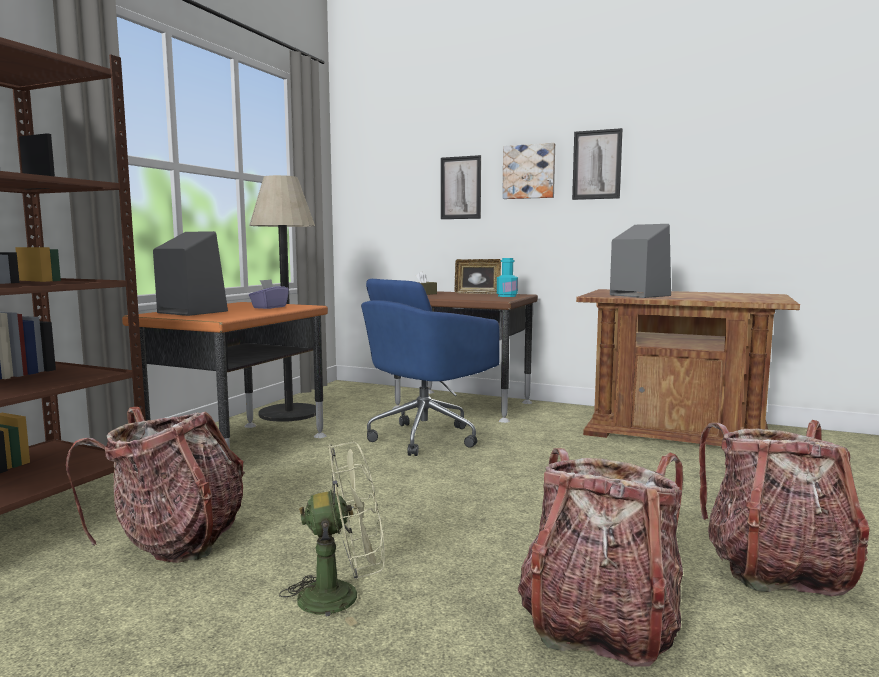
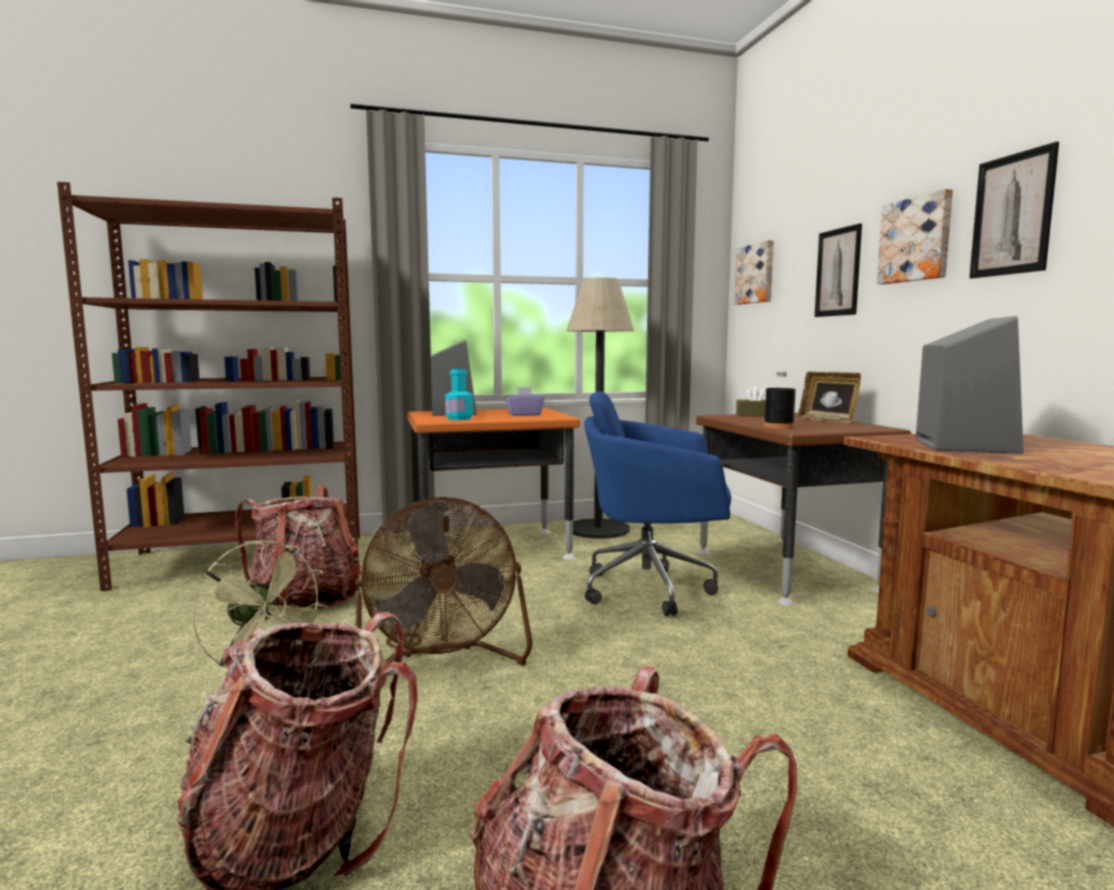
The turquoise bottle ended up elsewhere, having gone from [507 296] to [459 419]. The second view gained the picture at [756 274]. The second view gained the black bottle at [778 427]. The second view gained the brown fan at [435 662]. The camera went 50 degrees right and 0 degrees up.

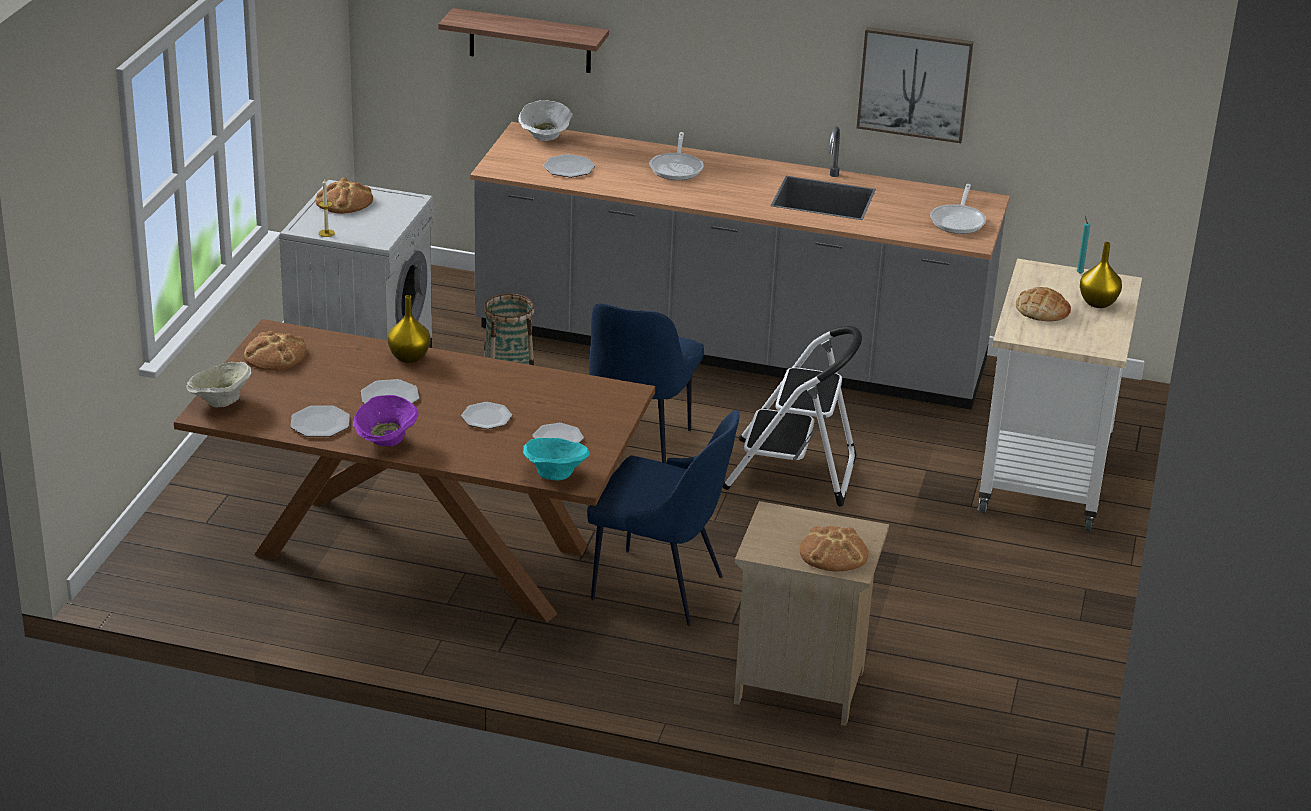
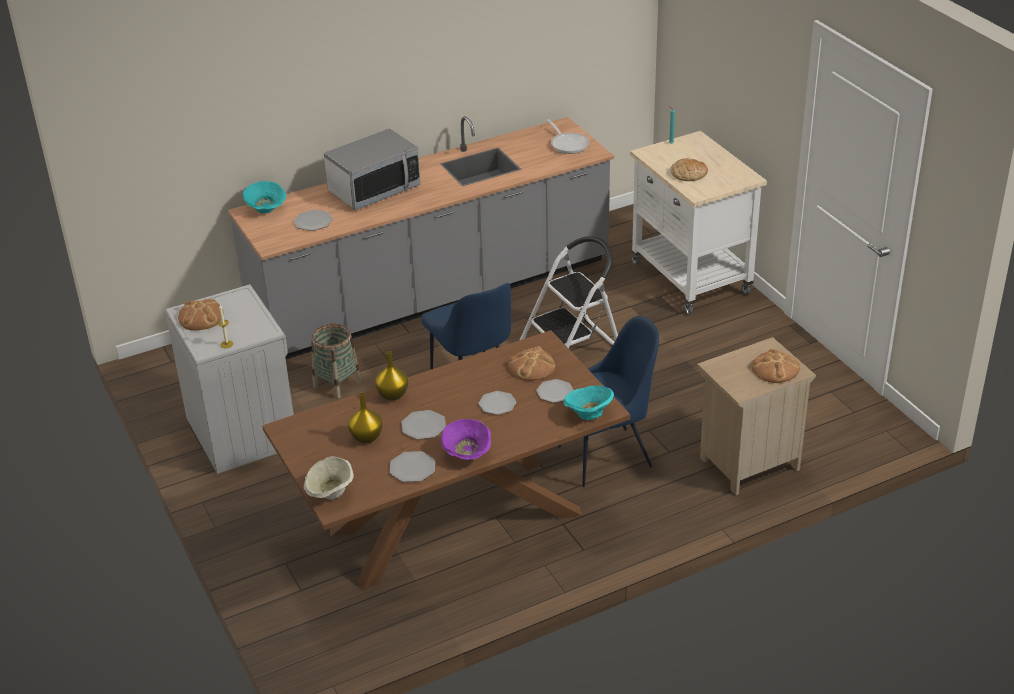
The second view lost the shelf at [530 41]. The second view lost the picture at [914 84]. What was the white bowl at [545 137] turned into the turquoise bowl at [266 209]. Where the frying pan stood at [677 168], the microwave came to stand at [374 189]. The yellow vase ended up elsewhere, having gone from [1098 303] to [367 437]. The bread ended up elsewhere, having gone from [275 355] to [532 367]. The camera went 40 degrees left and 5 degrees up.

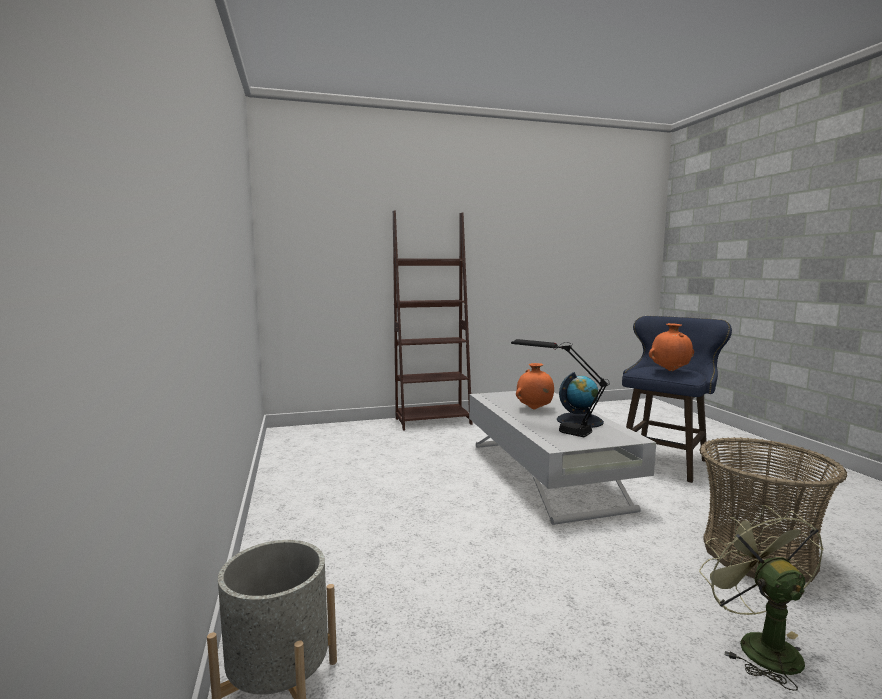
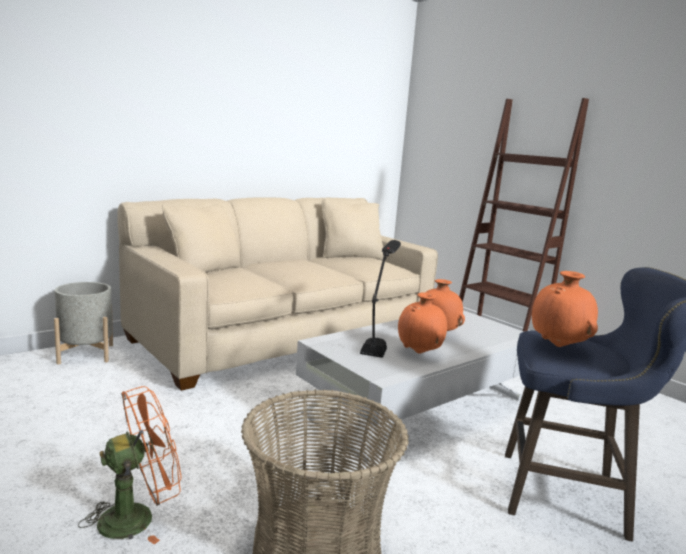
Where the globe stood at [579 420], the orange vase came to stand at [419 352]. What was the green fan at [758 645] turned into the orange fan at [137 516]. The second view gained the beige sofa at [286 336]. The camera went 65 degrees right and 5 degrees up.

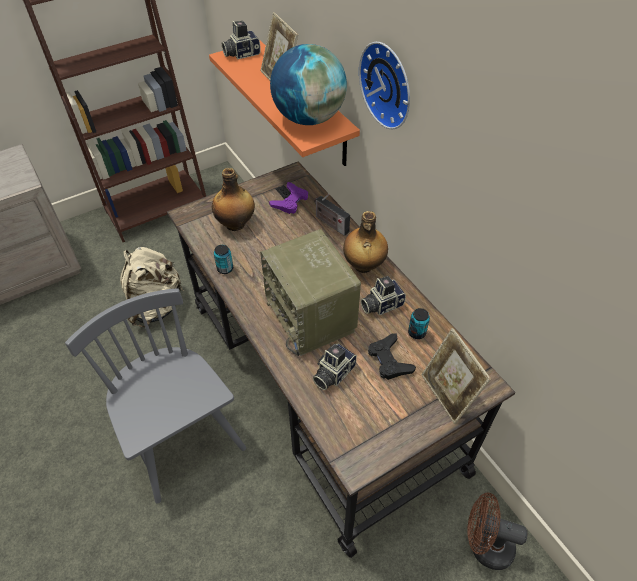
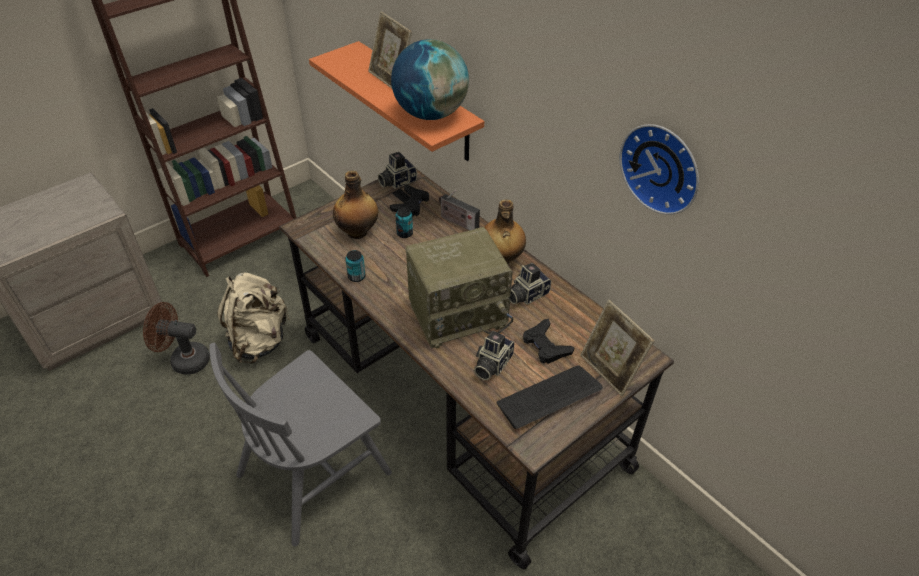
The photo camera ended up elsewhere, having gone from [241 53] to [396 181]. The wall clock ended up elsewhere, having gone from [389 84] to [662 167]. What was the purple game controller at [290 201] turned into the black game controller at [411 204]. The radio at [312 317] ended up facing another way, 75 degrees counterclockwise from before. The grey chair at [180 435] ended up facing another way, 90 degrees counterclockwise from before. The can ended up elsewhere, having gone from [417 332] to [404 233]. The brown fan ended up elsewhere, having gone from [484 545] to [184 360]. The second view gained the keyboard at [548 397]. The camera went 10 degrees left and 5 degrees down.

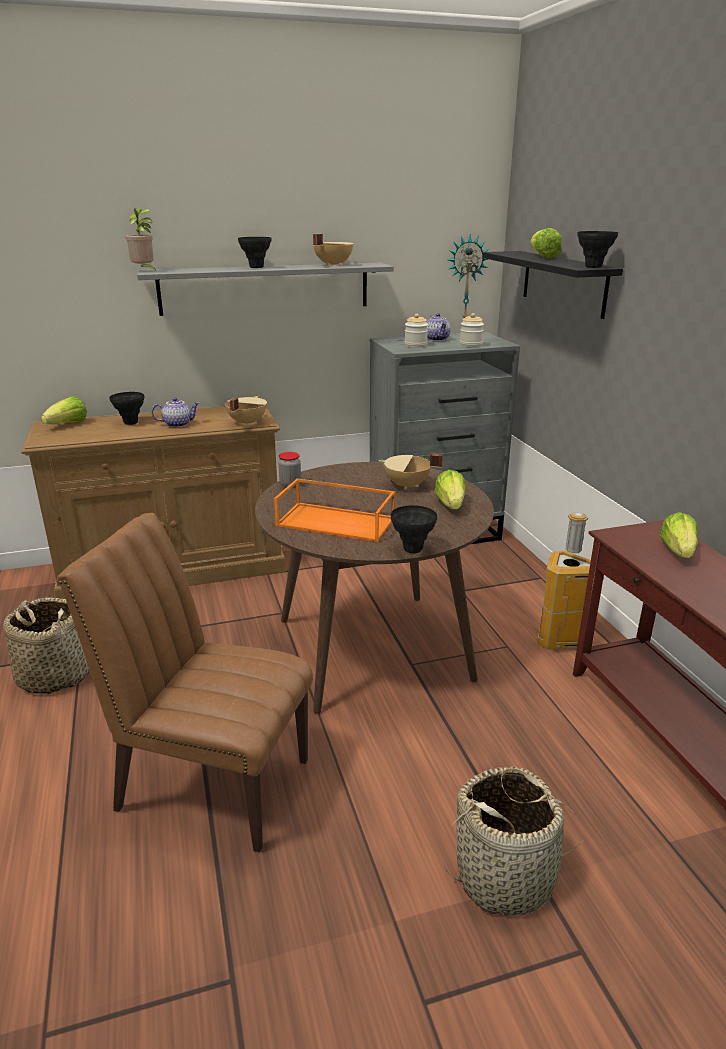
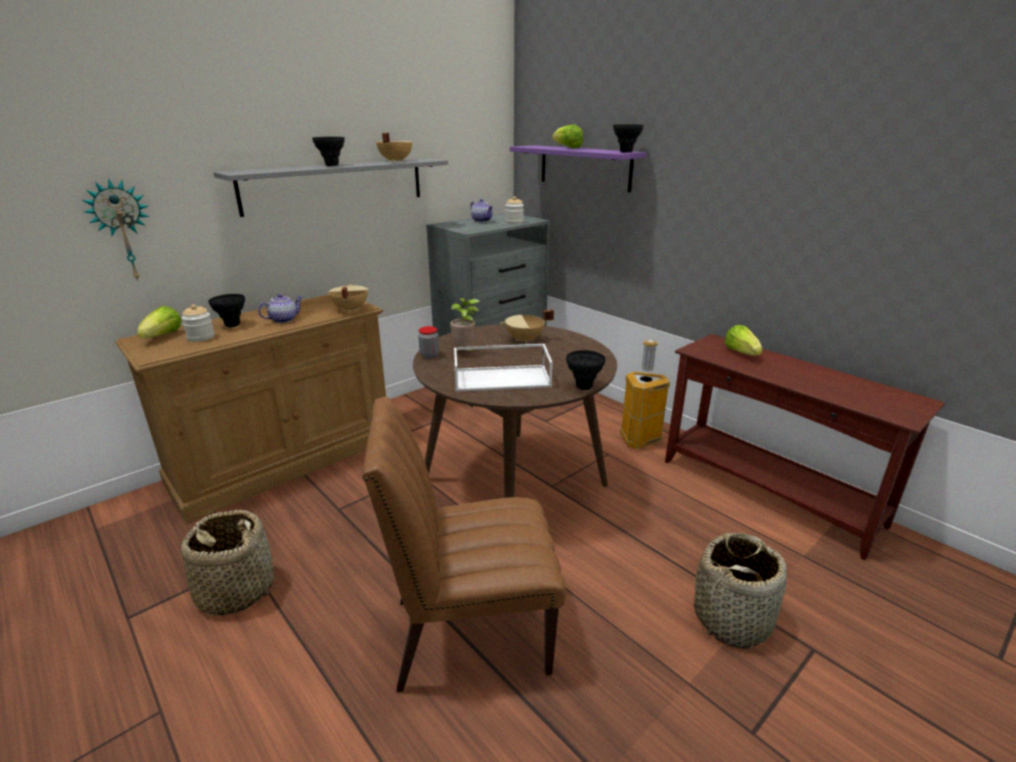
The potted plant ended up elsewhere, having gone from [144 271] to [465 353]. The wall clock ended up elsewhere, having gone from [465 278] to [122 231]. What was the black shelf at [563 283] turned into the purple shelf at [584 167]. The jar ended up elsewhere, having gone from [415 345] to [201 337]. The second view lost the lettuce at [450 505]. What was the orange tray at [337 522] turned into the white tray at [502 378]. The camera went 25 degrees left and 0 degrees up.

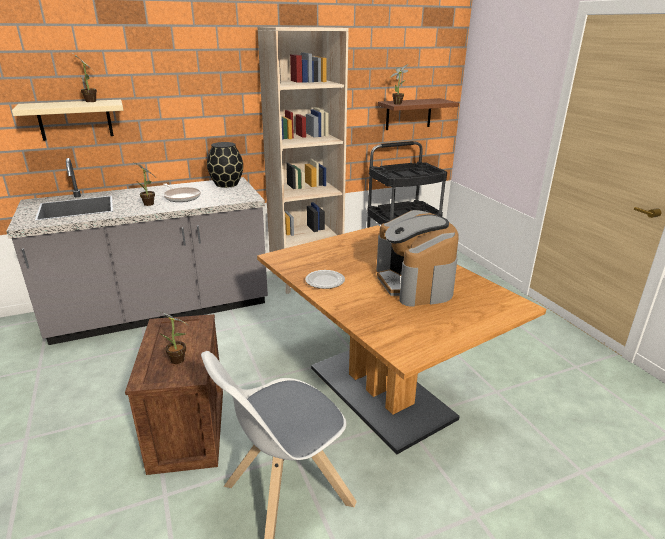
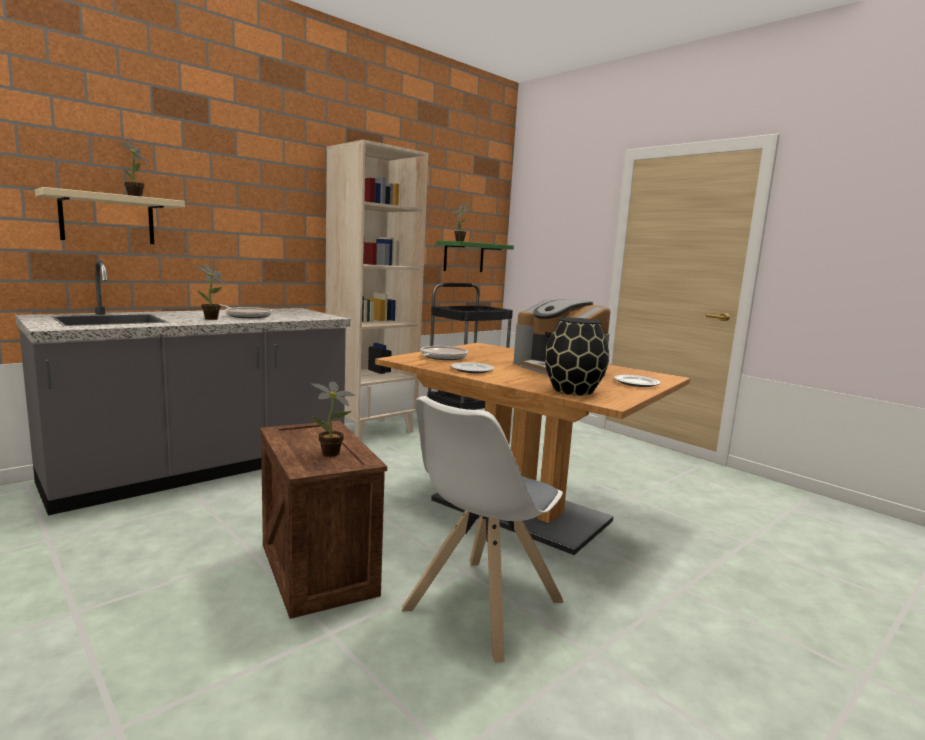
What was the brown shelf at [408 114] turned into the green shelf at [463 257]. The black vase ended up elsewhere, having gone from [227 184] to [573 390]. The second view gained the frying pan at [442 357]. The second view gained the plate at [636 383]. The camera went 20 degrees left and 15 degrees down.

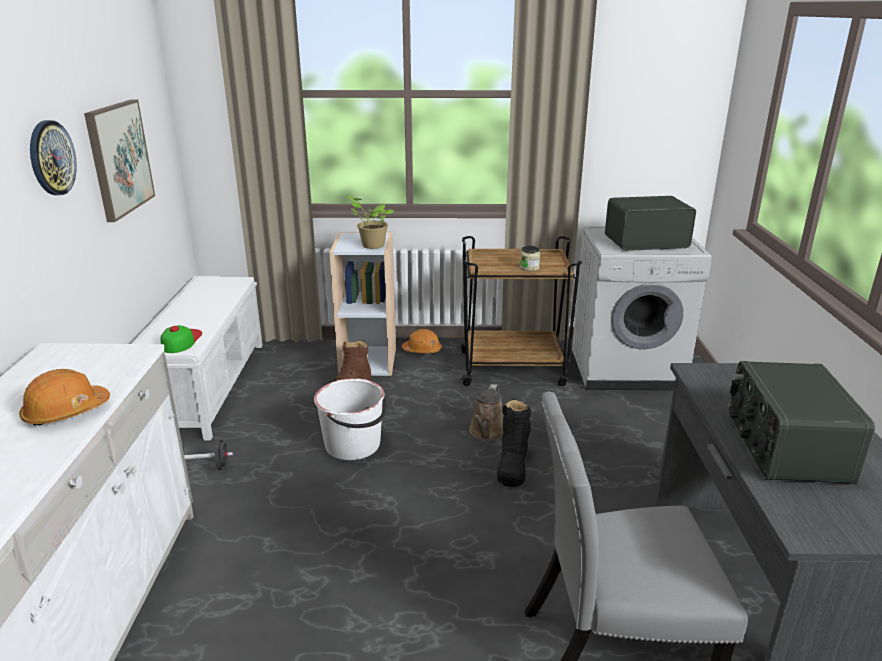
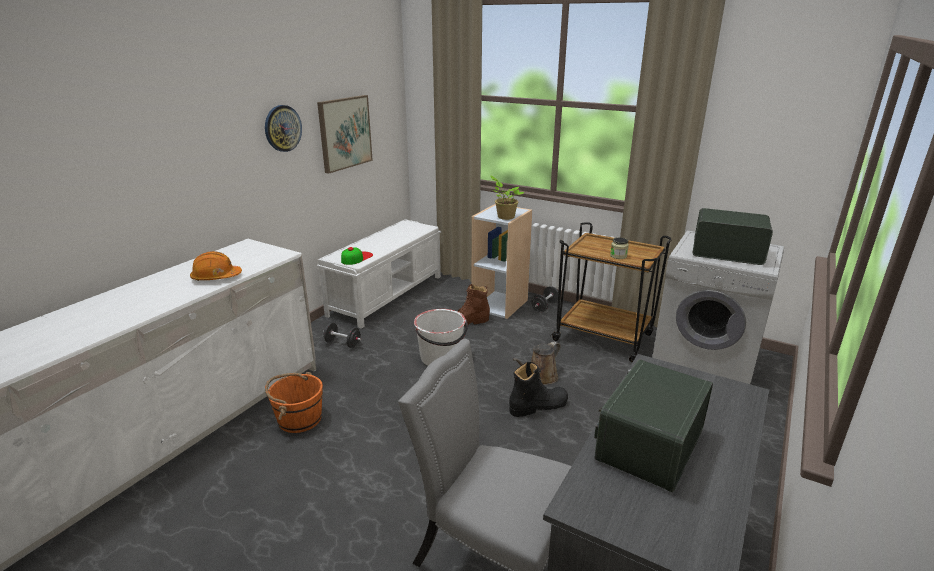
Where the orange hard hat stood at [422 350], the black dumbbell came to stand at [545 307]. The black boot at [512 464] ended up facing another way, 150 degrees counterclockwise from before. The second view gained the orange bucket at [299 419]. The camera went 30 degrees right and 0 degrees up.

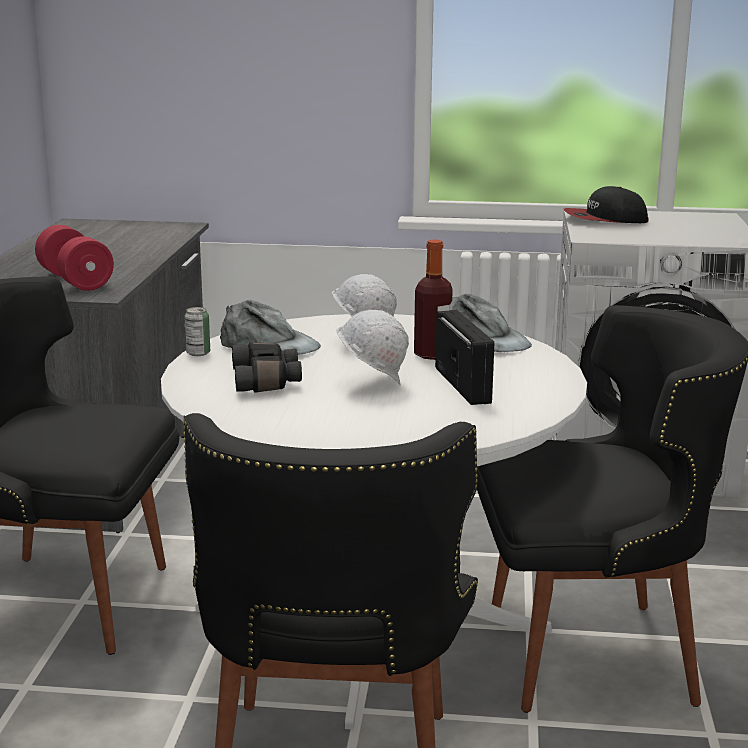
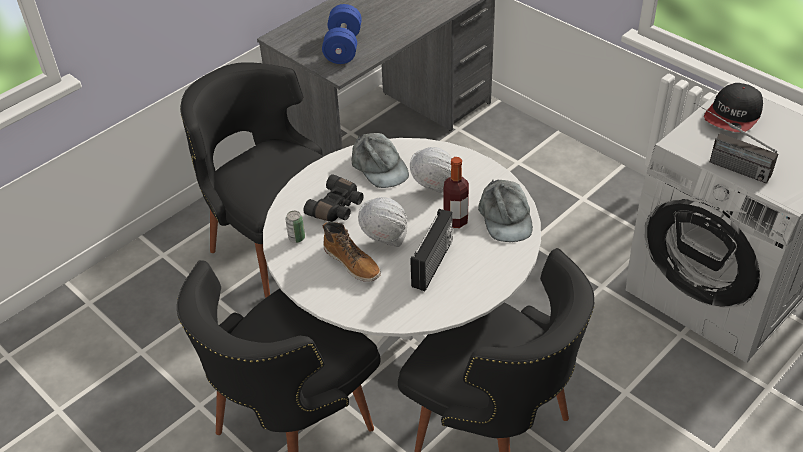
The cap at [605 220] ended up facing another way, 90 degrees counterclockwise from before. What was the red dumbbell at [75 281] turned into the blue dumbbell at [343 47]. The can ended up elsewhere, having gone from [198 353] to [296 238]. The second view gained the radio at [724 164]. The second view gained the boot at [352 262]. The camera went 40 degrees right and 25 degrees up.

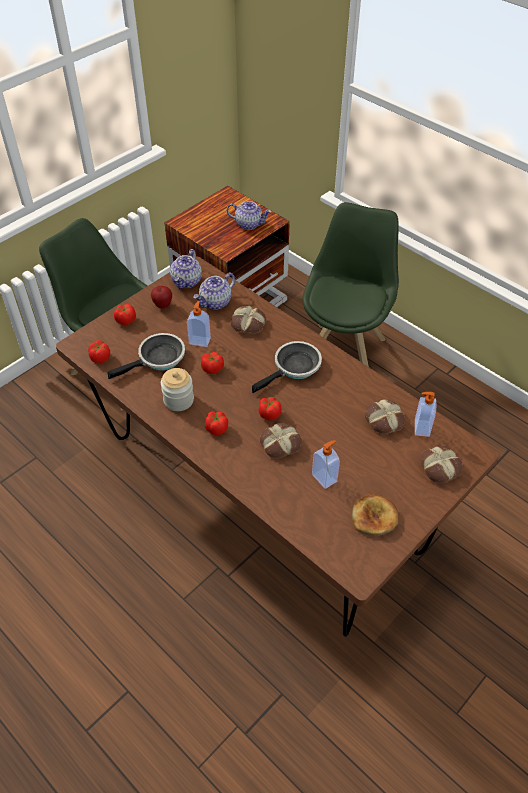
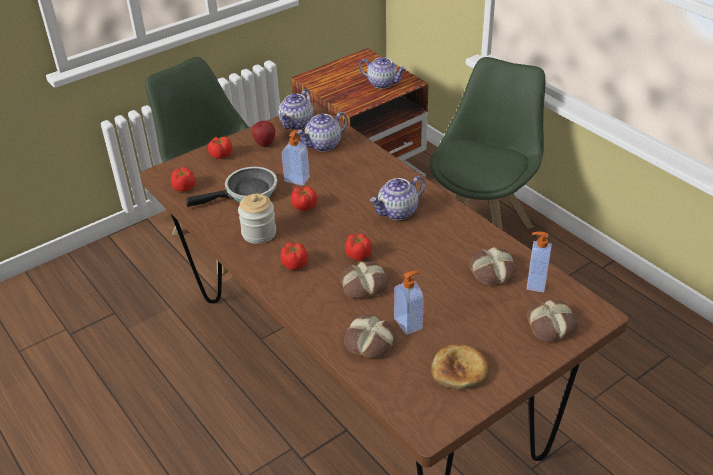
The bread ended up elsewhere, having gone from [247 324] to [369 342]. Where the frying pan stood at [294 368], the teapot came to stand at [397 212]. The camera went 10 degrees right and 10 degrees down.

